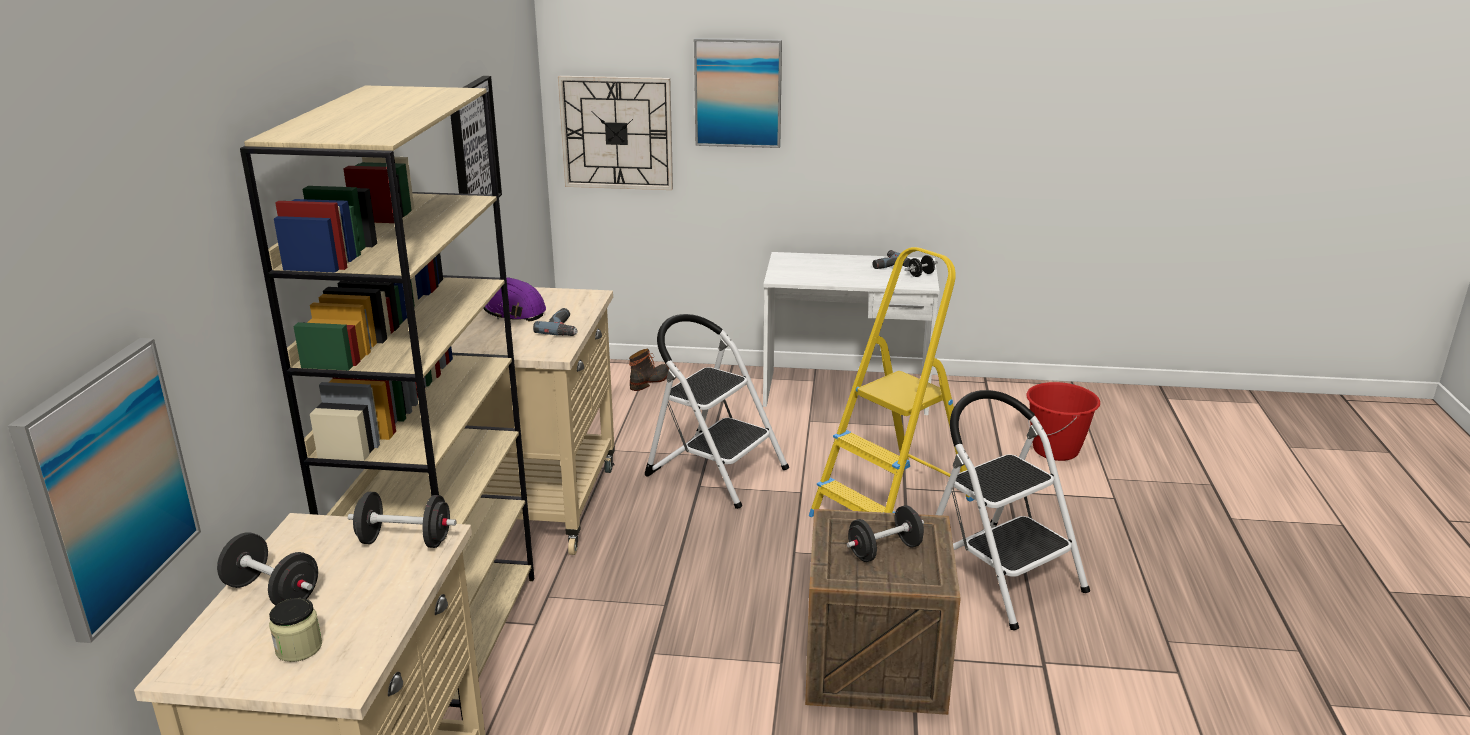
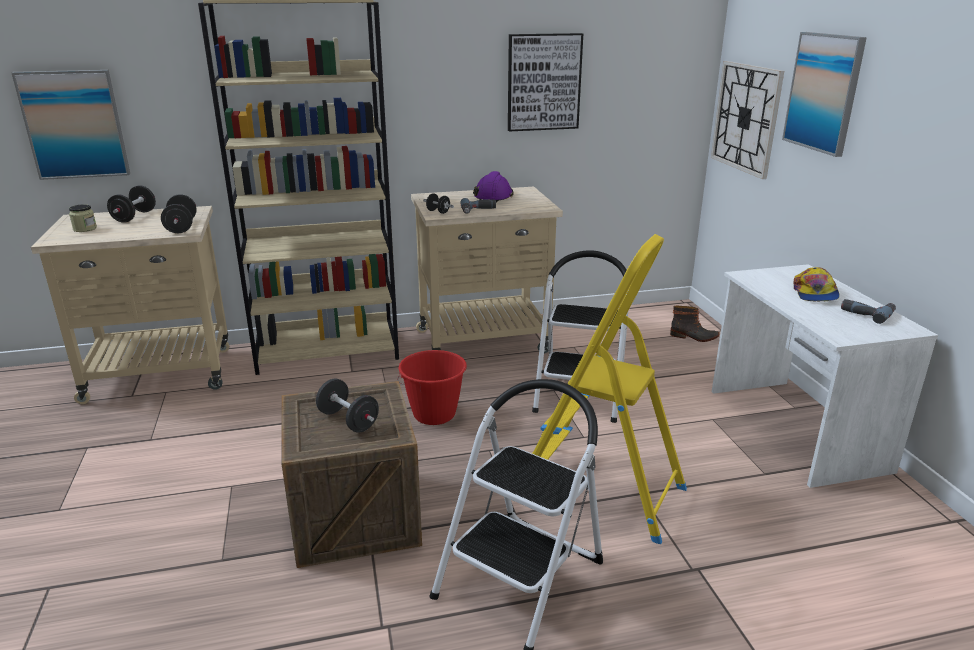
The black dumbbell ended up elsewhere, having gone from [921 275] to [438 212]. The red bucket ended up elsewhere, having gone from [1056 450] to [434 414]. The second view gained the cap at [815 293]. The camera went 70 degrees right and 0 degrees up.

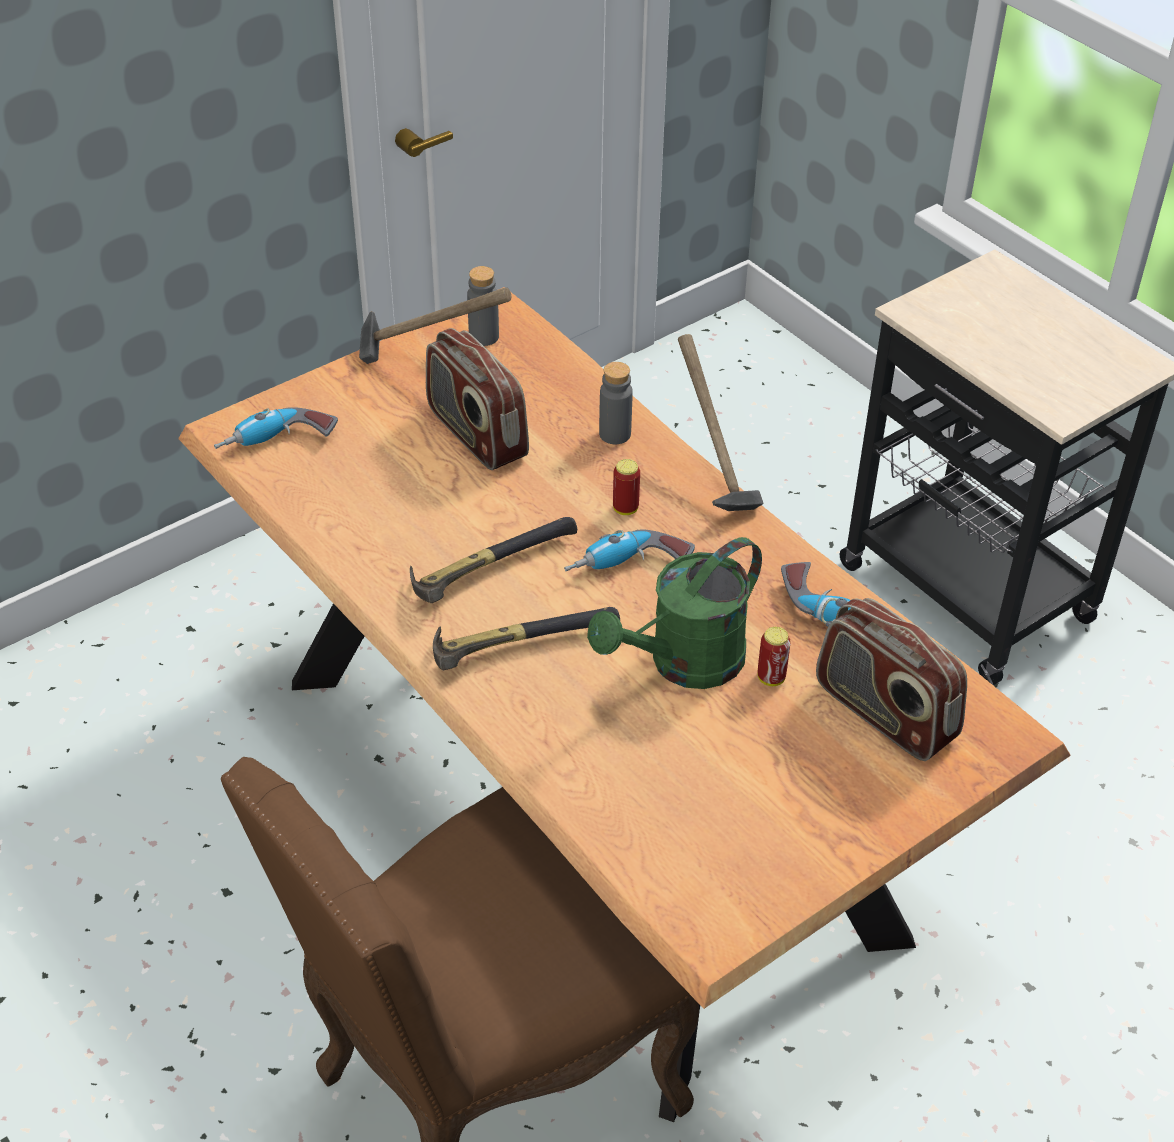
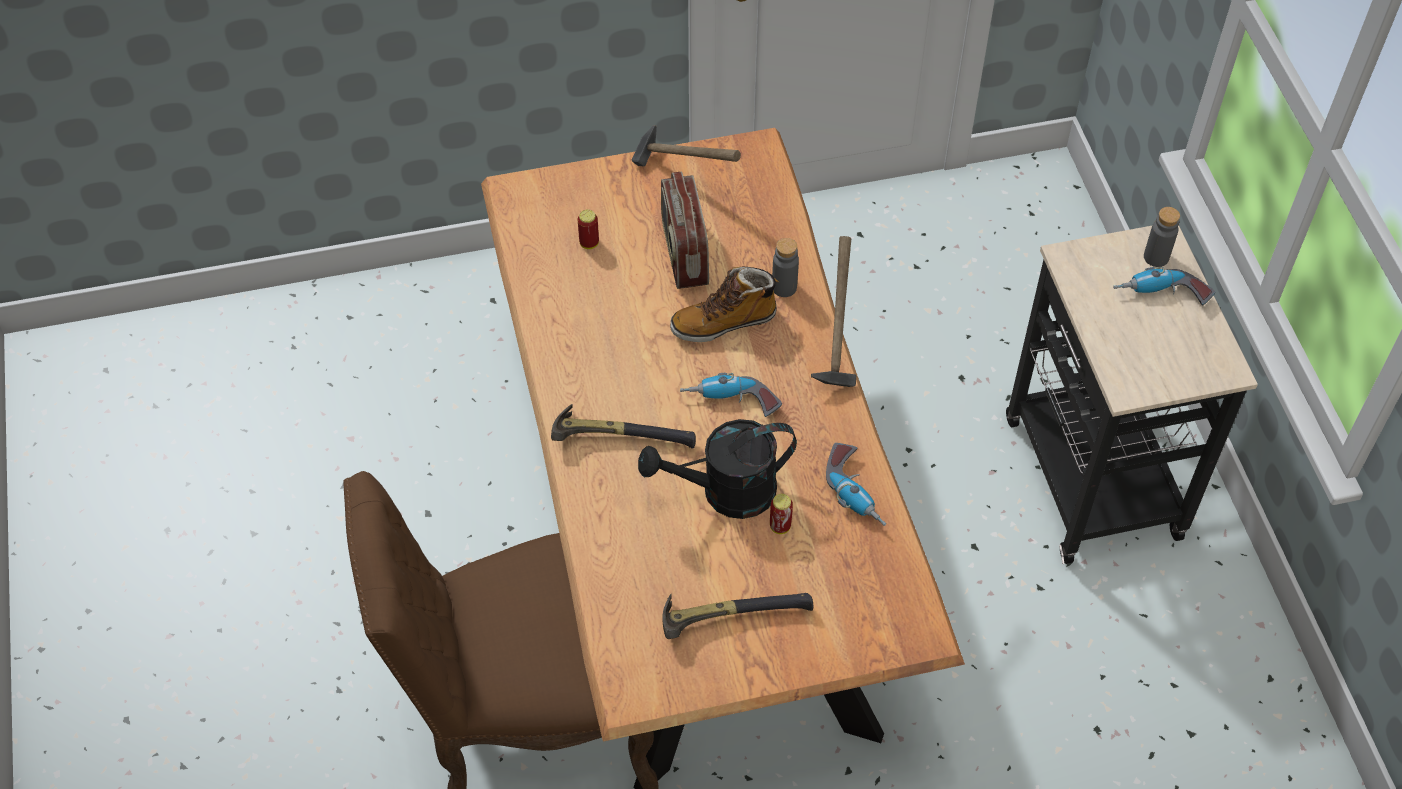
The grey bottle ended up elsewhere, having gone from [484 337] to [1156 257]. The power drill ended up elsewhere, having gone from [277 443] to [1161 296]. The can ended up elsewhere, having gone from [625 508] to [589 243]. The hammer ended up elsewhere, having gone from [485 569] to [729 614]. What was the green watering can at [684 664] turned into the black watering can at [725 493]. The second view lost the radio at [884 713]. The second view gained the boot at [724 322]. The camera went 25 degrees right and 10 degrees up.

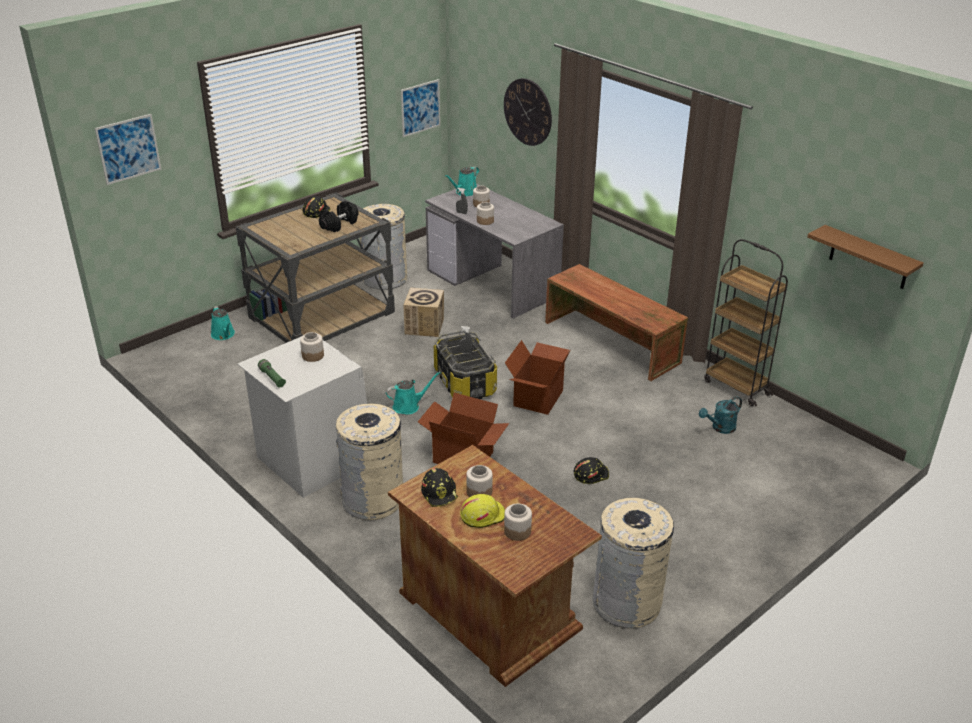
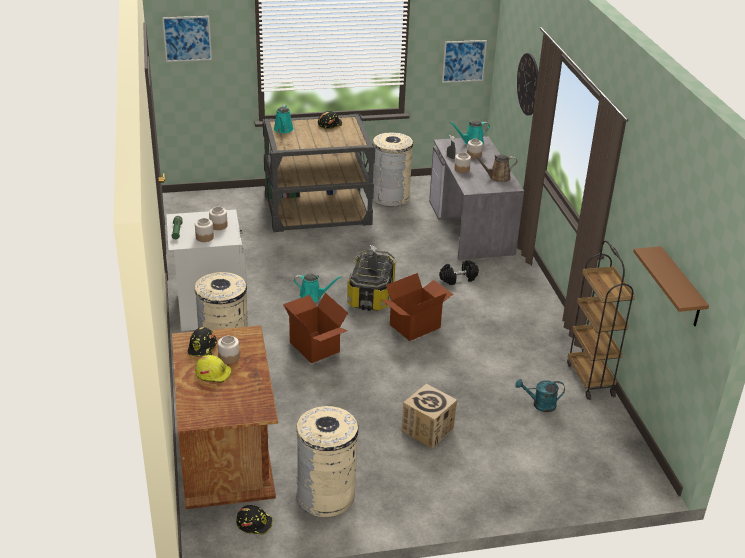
The black dumbbell ended up elsewhere, having gone from [339 225] to [458 279]. The second view lost the brown bench at [613 342]. The cardboard box ended up elsewhere, having gone from [424 326] to [428 430]. The turquoise watering can ended up elsewhere, having gone from [223 335] to [283 130]. The black hard hat ended up elsewhere, having gone from [590 474] to [254 523]. The jar ended up elsewhere, having gone from [517 531] to [204 237]. The second view gained the brown watering can at [497 177]. The camera went 30 degrees right and 0 degrees up.

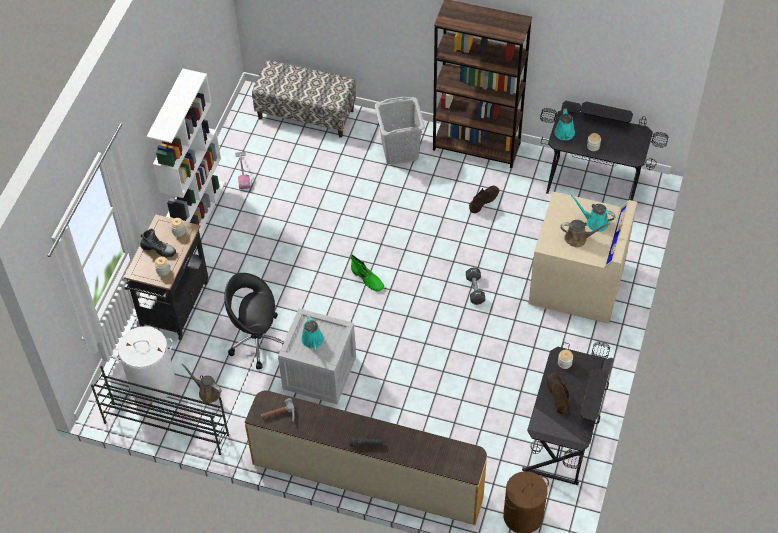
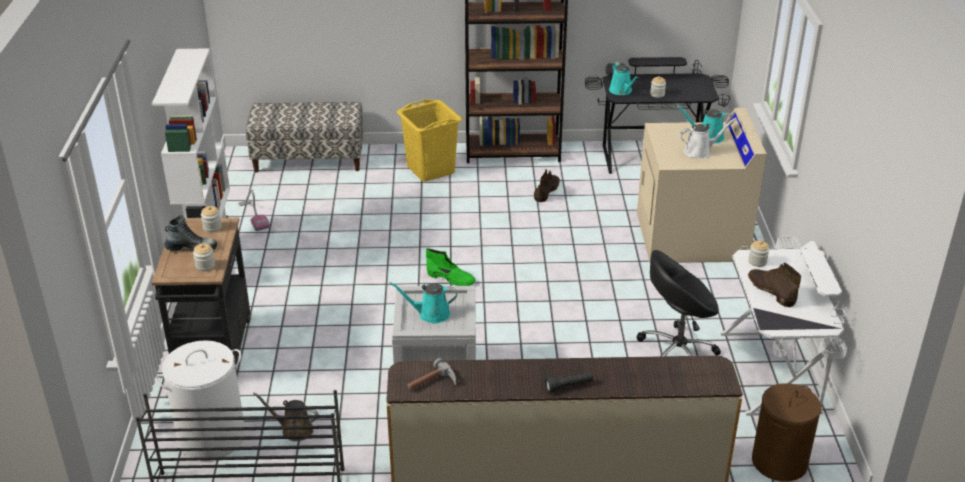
What was the grey laundry basket at [400 150] turned into the yellow laundry basket at [431 169]. What was the brown watering can at [578 238] turned into the white watering can at [699 151]. The second view lost the black dumbbell at [475 290]. The black office chair ended up elsewhere, having gone from [257 340] to [675 354]. The turquoise watering can at [312 341] ended up facing another way, 120 degrees clockwise from before. What was the black desk at [564 438] turned into the white desk at [773 372]. The camera went 20 degrees left and 20 degrees down.

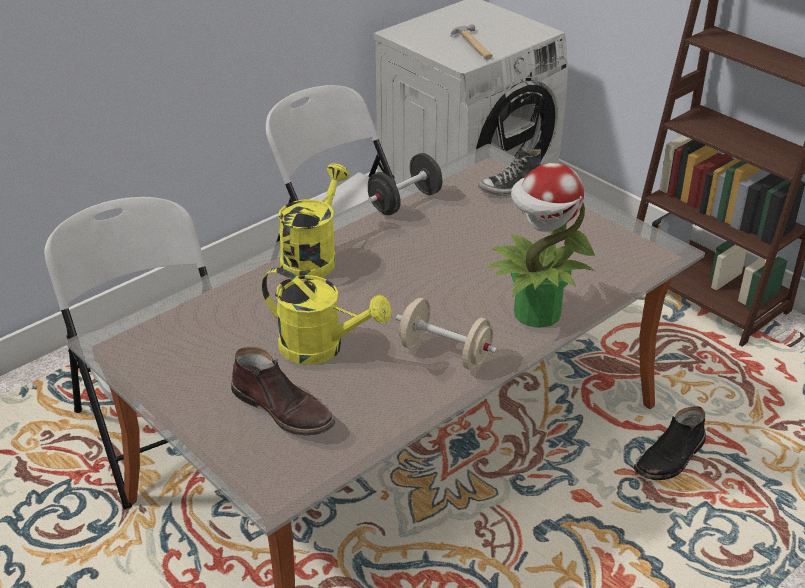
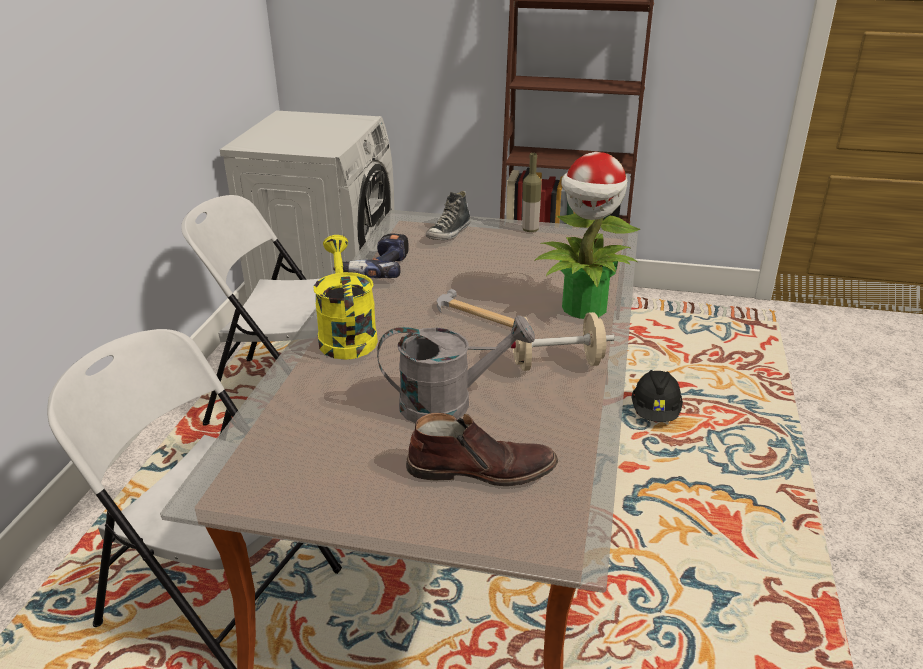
The hammer ended up elsewhere, having gone from [473 45] to [477 315]. Where the black dumbbell stood at [405 202], the power drill came to stand at [375 268]. What was the yellow watering can at [322 348] turned into the grey watering can at [449 403]. Where the black boot stood at [670 458], the black hard hat came to stand at [655 412]. The second view gained the bottle at [530 230]. The camera went 35 degrees left and 5 degrees down.

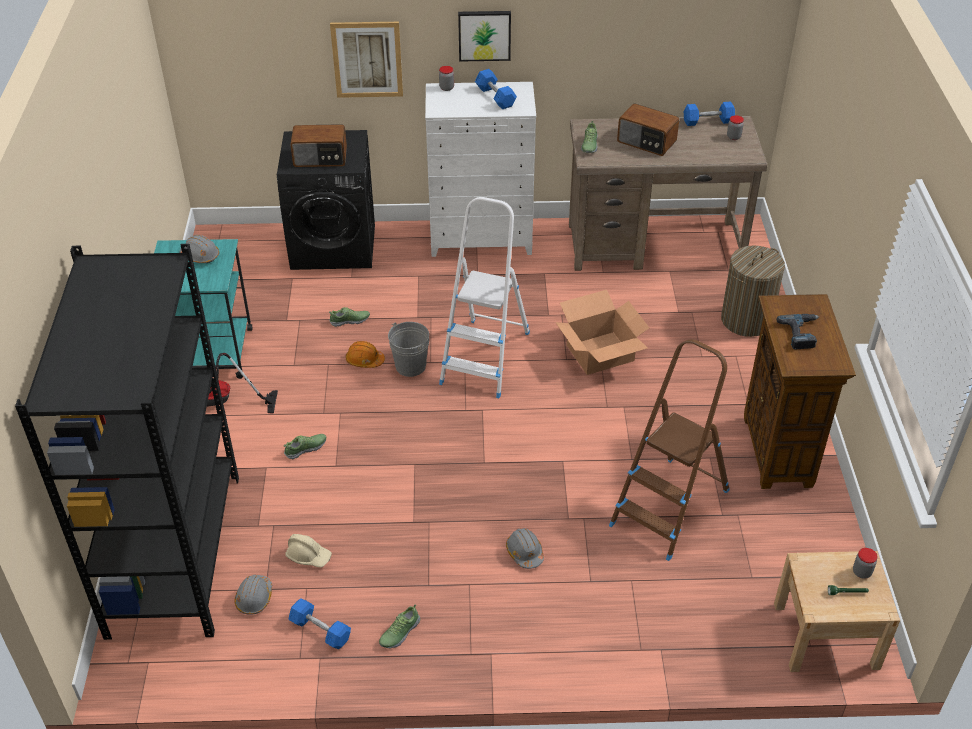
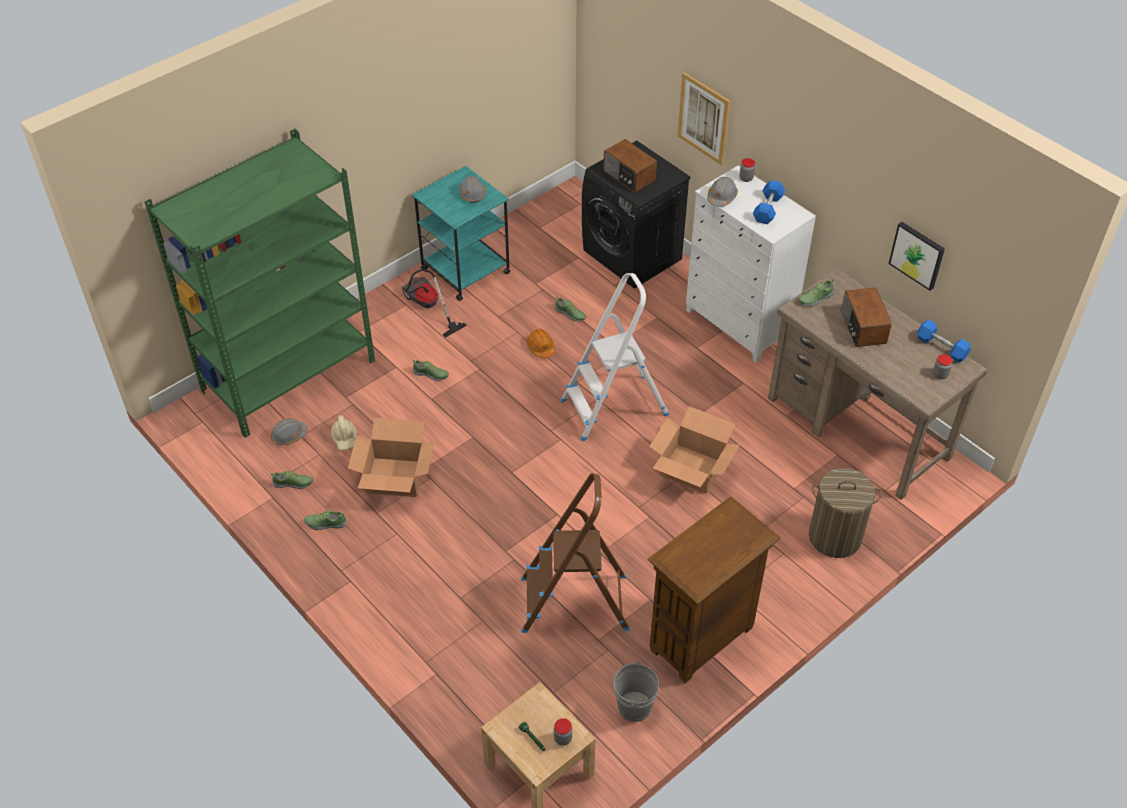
The picture ended up elsewhere, having gone from [484 35] to [917 255]. What was the black bookcase at [175 553] turned into the green bookcase at [289 375]. The second view lost the power drill at [801 333]. The grey bucket ended up elsewhere, having gone from [410 366] to [634 706]. The grey hard hat ended up elsewhere, having gone from [524 552] to [721 197]. Where the blue dumbbell stood at [320 630], the shoe came to stand at [293 483]. The second view gained the cardboard box at [395 478]. The camera went 50 degrees right and 5 degrees up.

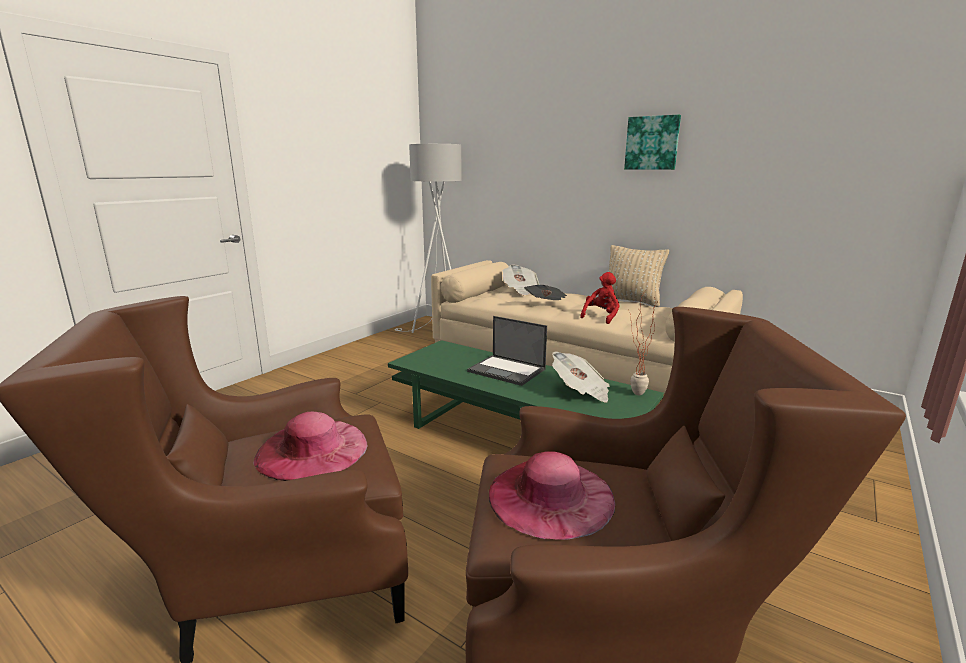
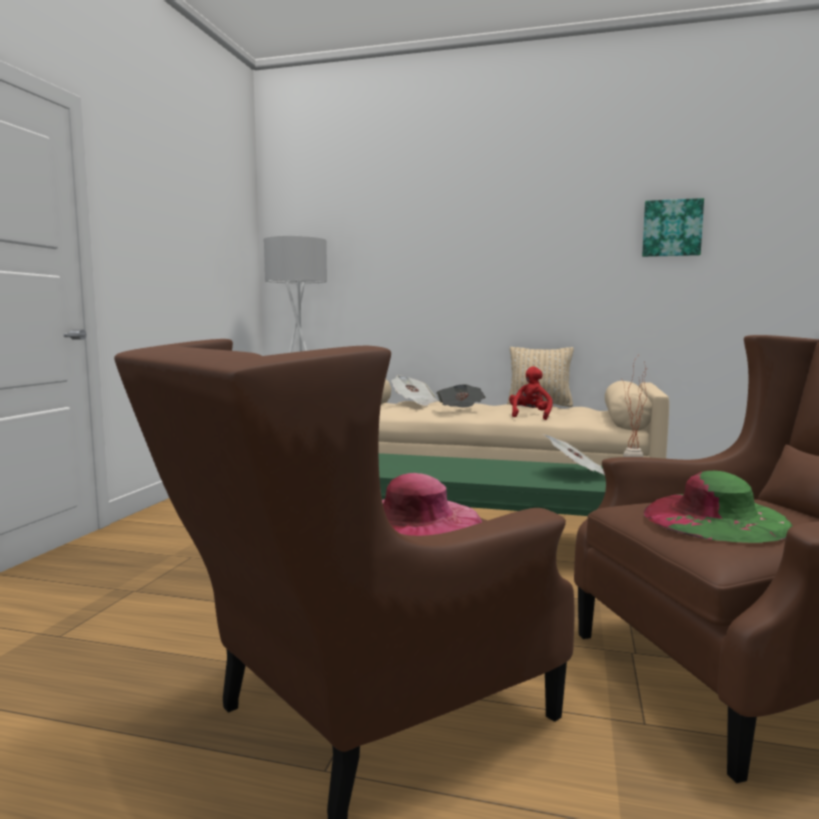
The picture ended up elsewhere, having gone from [652 143] to [672 228]. The second view lost the laptop at [507 370]. What was the pink hat at [550 496] turned into the green hat at [715 519]. The camera went 20 degrees left and 10 degrees down.

